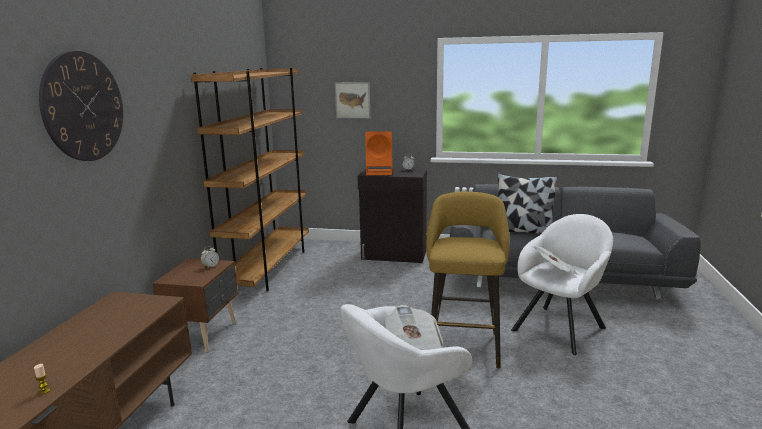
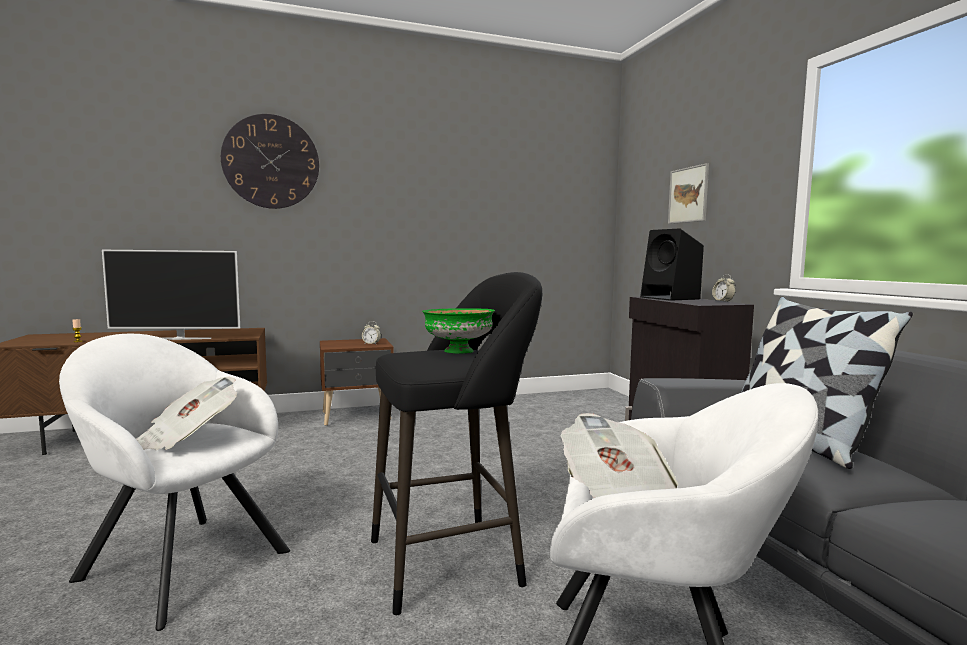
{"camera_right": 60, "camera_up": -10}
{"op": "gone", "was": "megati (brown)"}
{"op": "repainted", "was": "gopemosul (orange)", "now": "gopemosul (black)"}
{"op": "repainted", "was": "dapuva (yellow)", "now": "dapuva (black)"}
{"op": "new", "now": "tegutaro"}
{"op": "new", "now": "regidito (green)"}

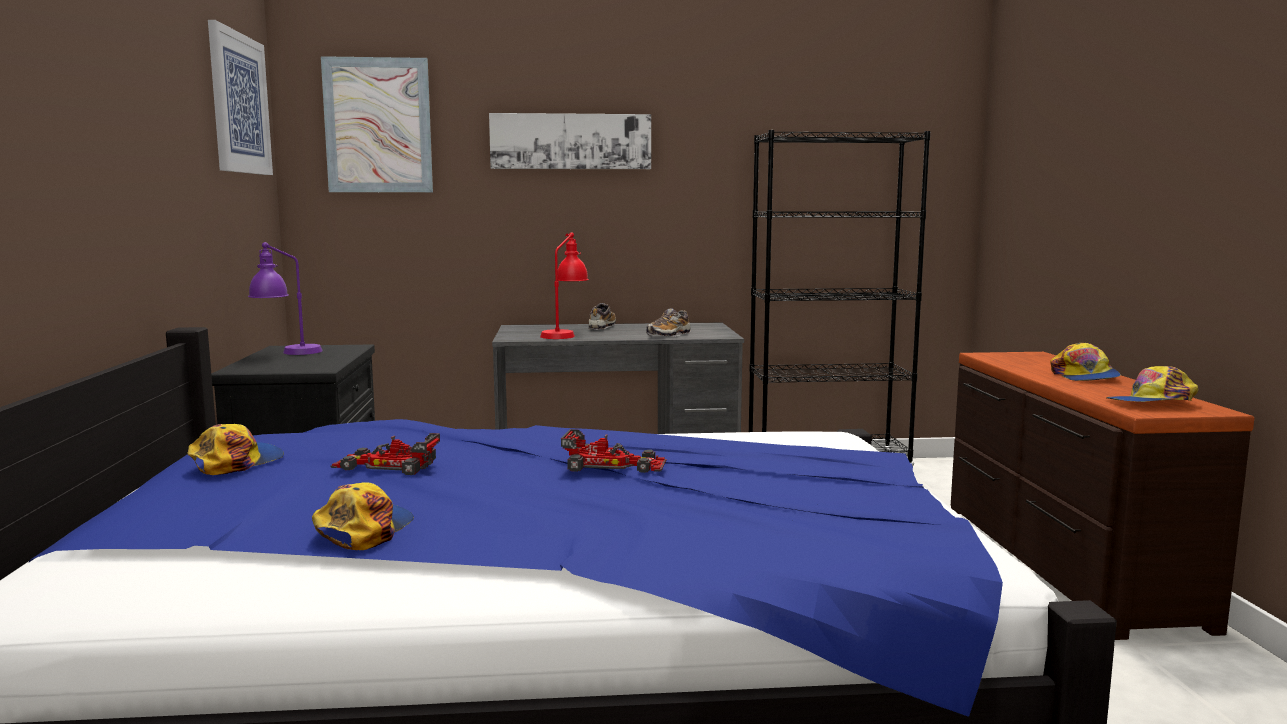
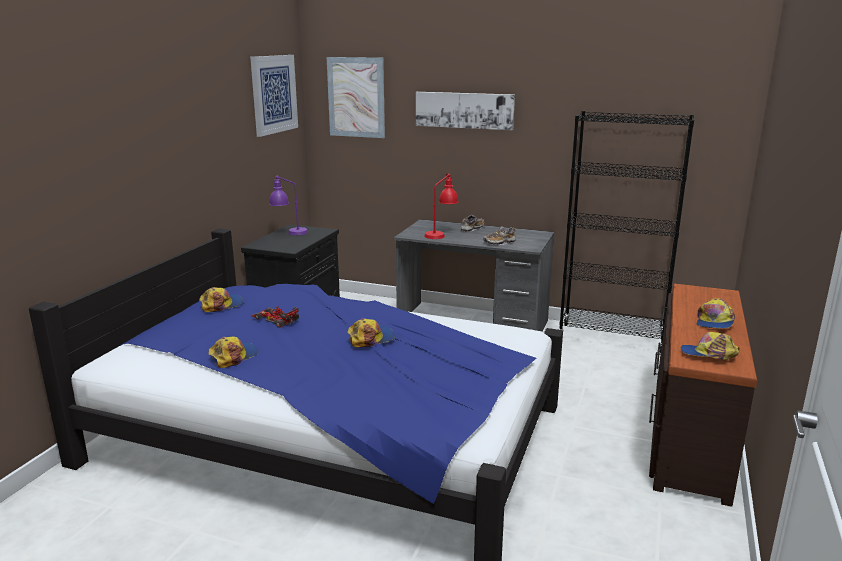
{"camera_right": 25, "camera_up": 10}
{"op": "swapped", "was": "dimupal (no. 2 from left)", "now": "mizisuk (no. 3 from left)"}

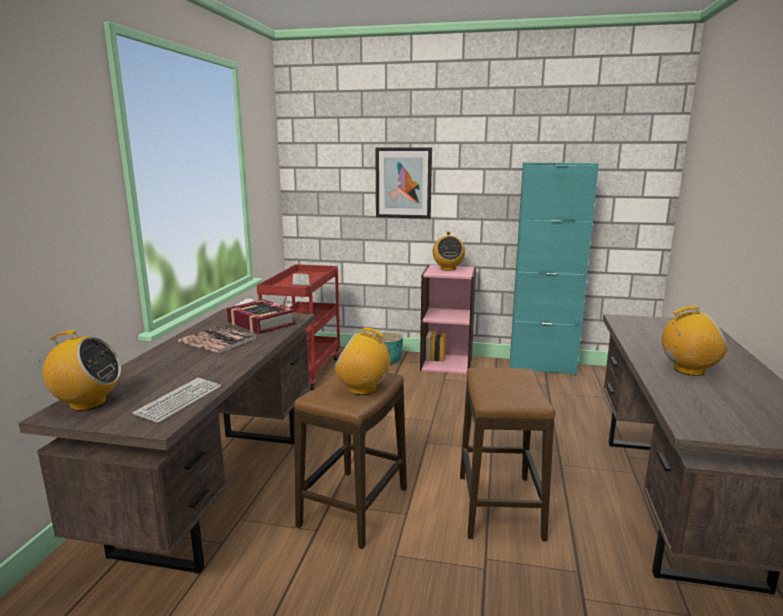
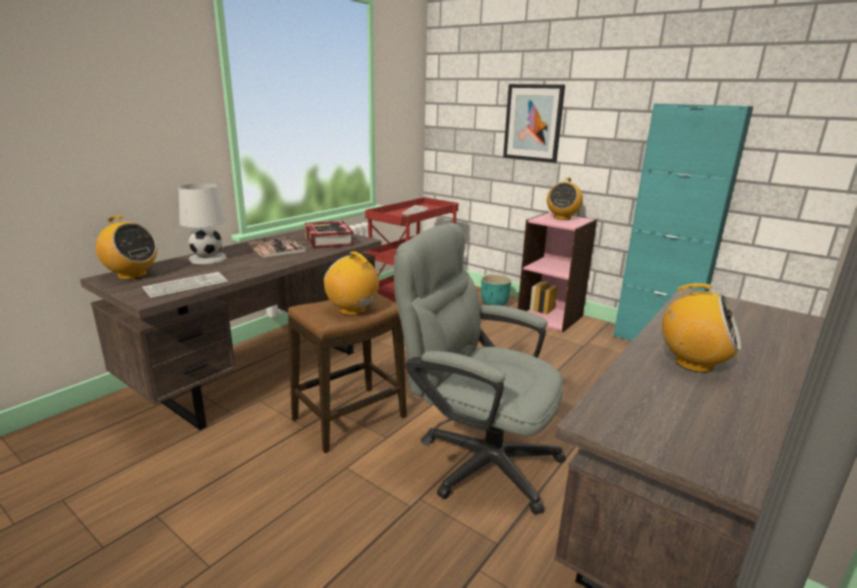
{"camera_right": 25, "camera_up": 5}
{"op": "swapped", "was": "dapuva (no. 2 from left)", "now": "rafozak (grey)"}
{"op": "new", "now": "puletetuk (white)"}

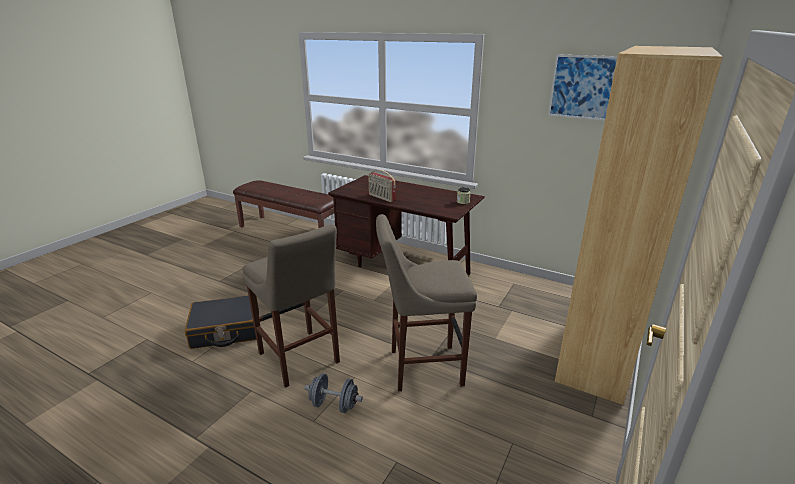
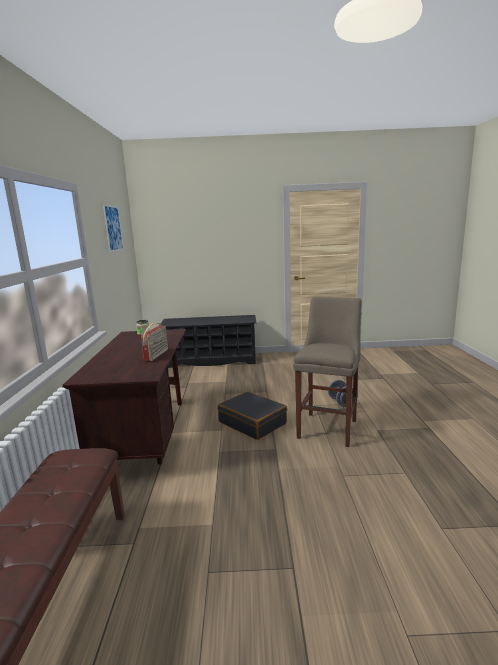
{"camera_right": -120, "camera_up": -10}
{"op": "swapped", "was": "megati (brown)", "now": "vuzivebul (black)"}
{"op": "gone", "was": "dapuva (beige) (no. 2 from left)"}
{"op": "shifted", "was": "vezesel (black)"}

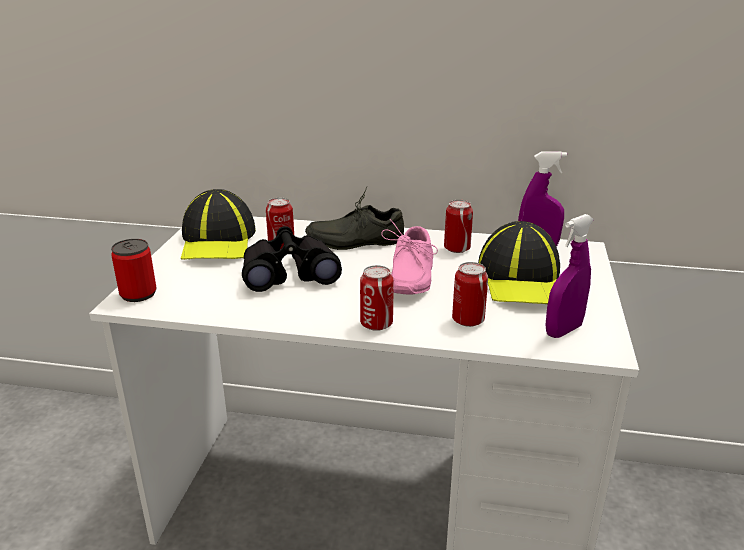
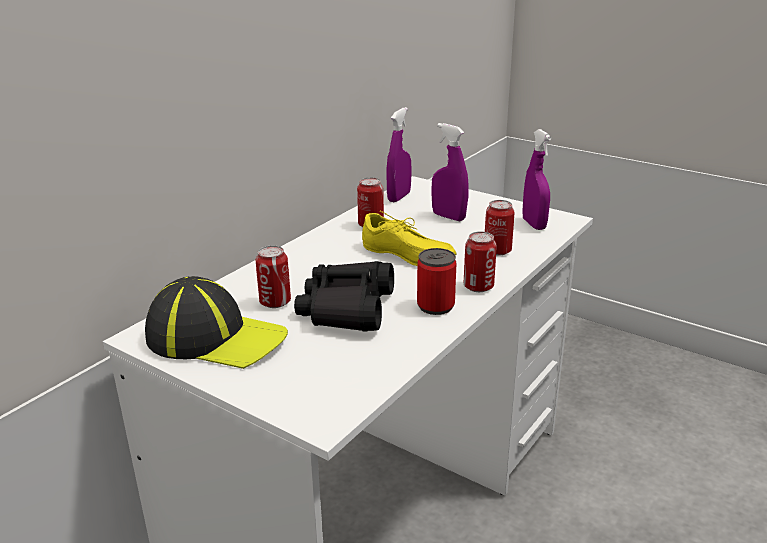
{"camera_right": -65, "camera_up": 0}
{"op": "gone", "was": "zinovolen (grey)"}
{"op": "repainted", "was": "zinovolen (pink)", "now": "zinovolen (yellow)"}
{"op": "swapped", "was": "mizisuk (no. 2 from left)", "now": "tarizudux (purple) (no. 2 from left)"}
{"op": "shifted", "was": "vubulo (no. 1 from left in the first image)", "now": "vubulo (no. 3 from left)"}

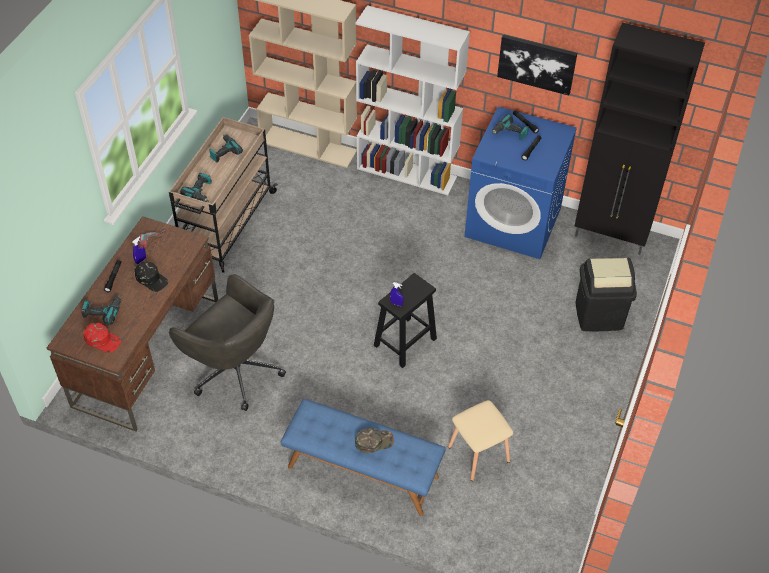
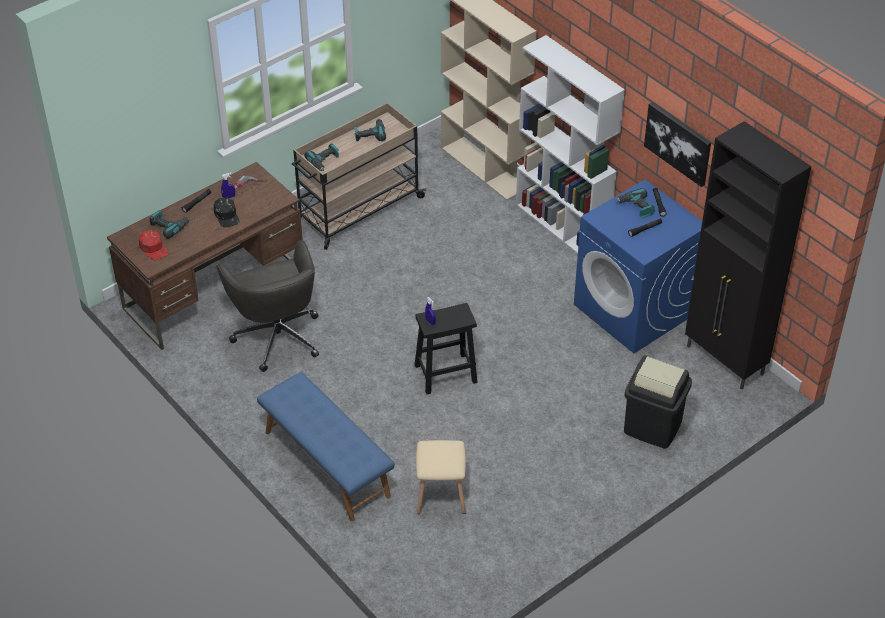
{"camera_right": 30, "camera_up": -5}
{"op": "gone", "was": "mizisuk (green)"}

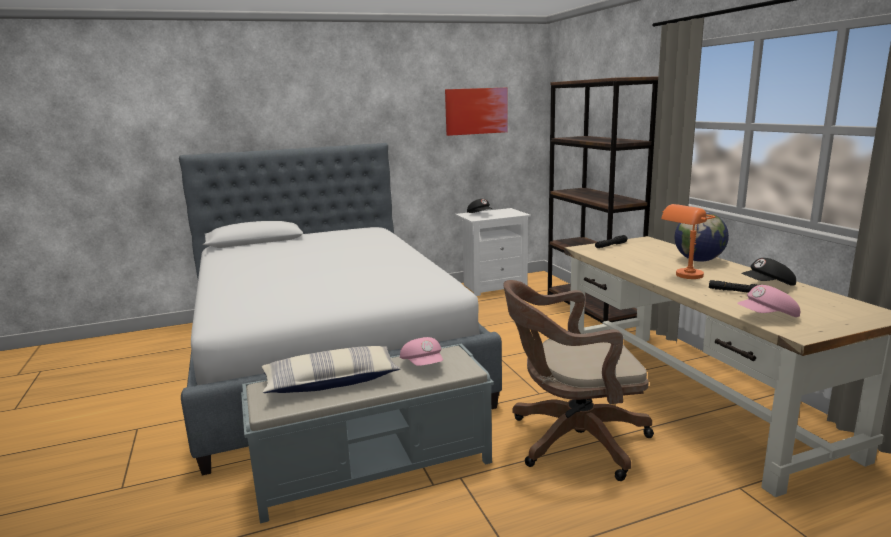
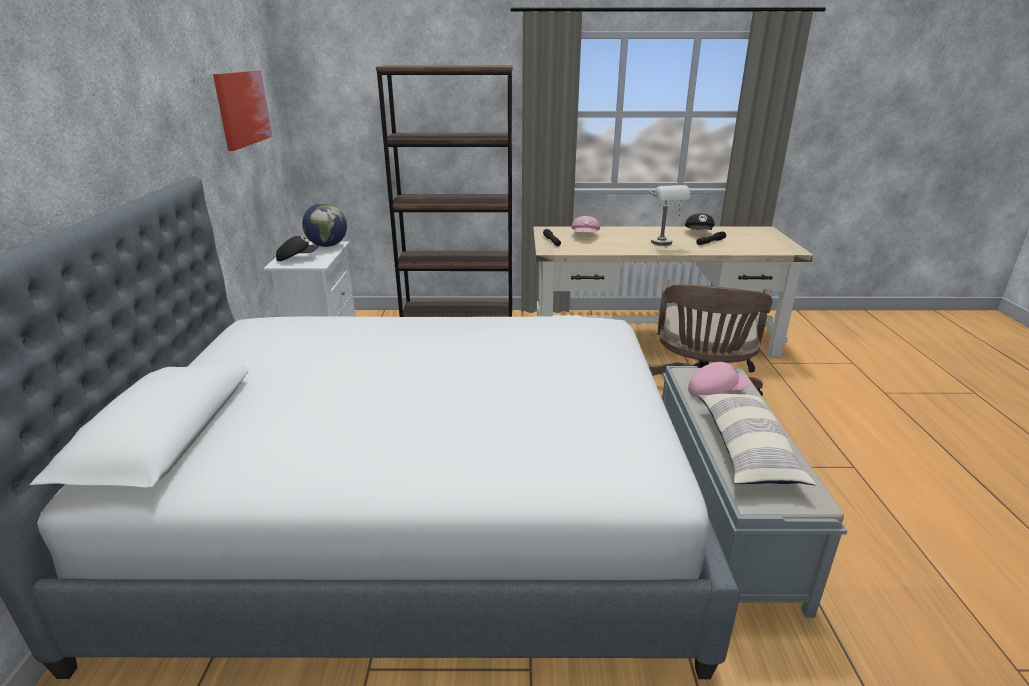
{"camera_right": -70, "camera_up": 10}
{"op": "repainted", "was": "puletetuk (orange)", "now": "puletetuk (grey)"}
{"op": "shifted", "was": "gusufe"}
{"op": "shifted", "was": "mizisuk (pink) (no. 2 from left in the first image)", "now": "mizisuk (pink) (no. 1 from left)"}

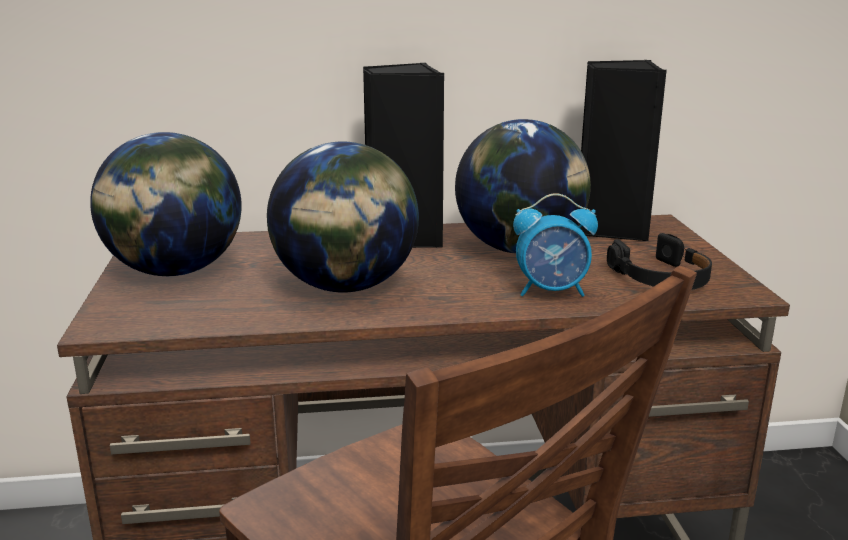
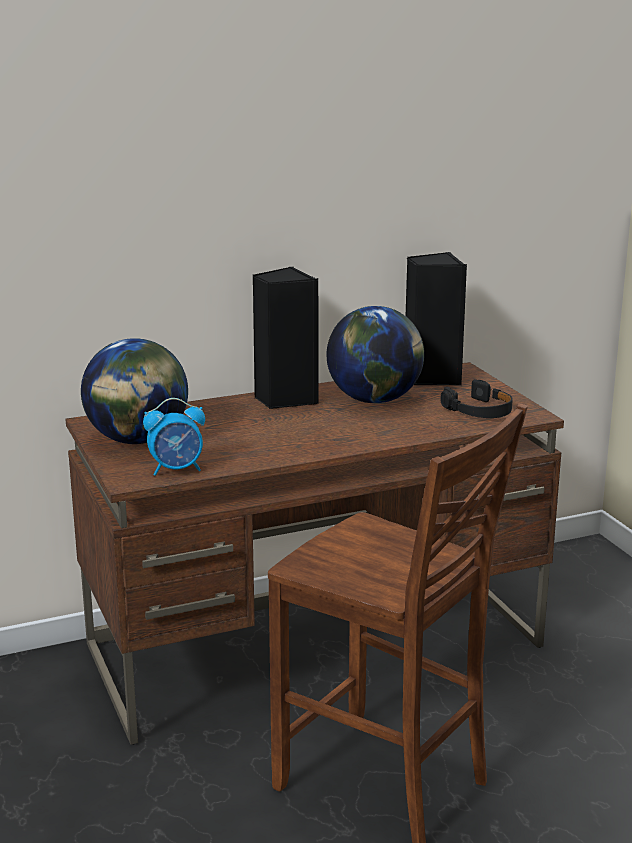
{"camera_right": -15, "camera_up": 0}
{"op": "gone", "was": "gusufe (no. 2 from left)"}
{"op": "shifted", "was": "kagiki"}

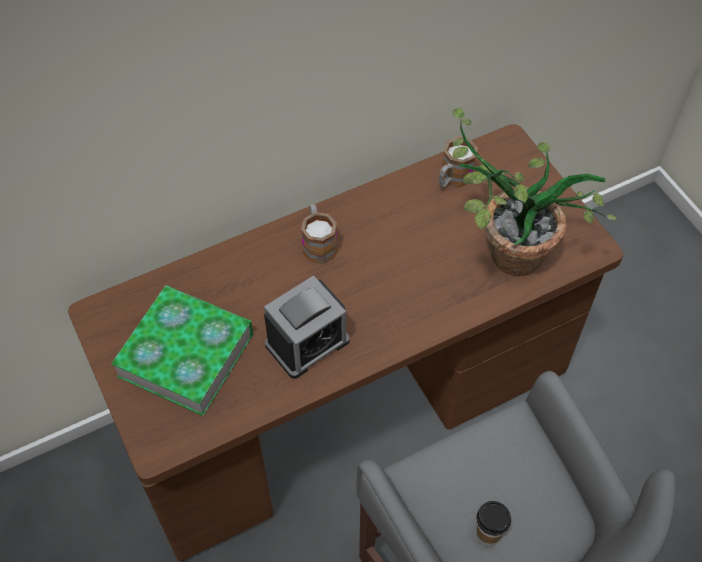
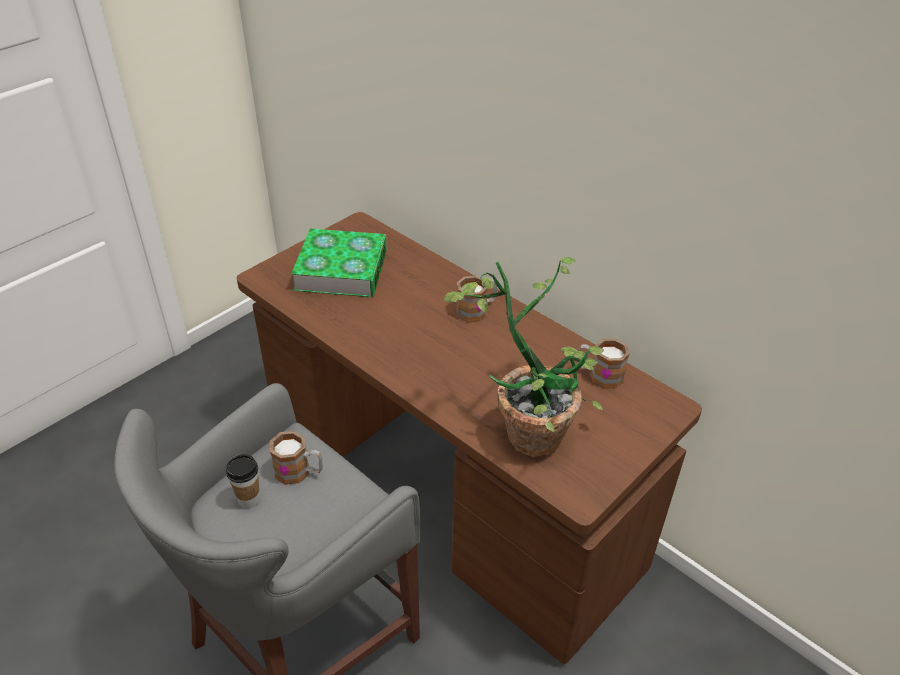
{"camera_right": 70, "camera_up": -15}
{"op": "gone", "was": "kagiki"}
{"op": "new", "now": "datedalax (no. 1 from left)"}

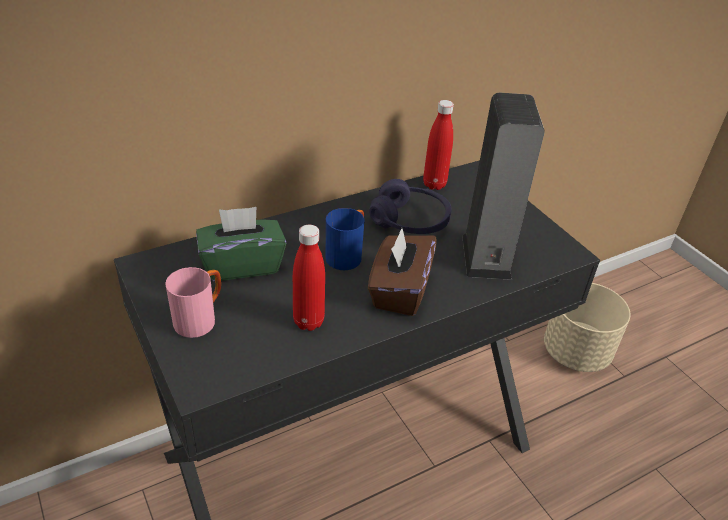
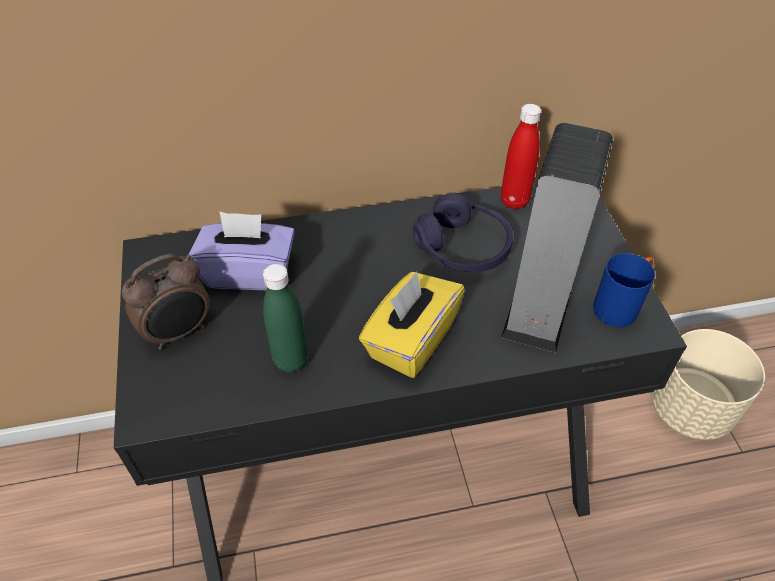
{"camera_right": 20, "camera_up": 10}
{"op": "repainted", "was": "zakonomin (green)", "now": "zakonomin (purple)"}
{"op": "shifted", "was": "datedalax (blue)"}
{"op": "repainted", "was": "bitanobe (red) (no. 1 from left)", "now": "bitanobe (green)"}
{"op": "repainted", "was": "zakonomin (brown)", "now": "zakonomin (yellow)"}
{"op": "swapped", "was": "datedalax (pink)", "now": "kagiki"}

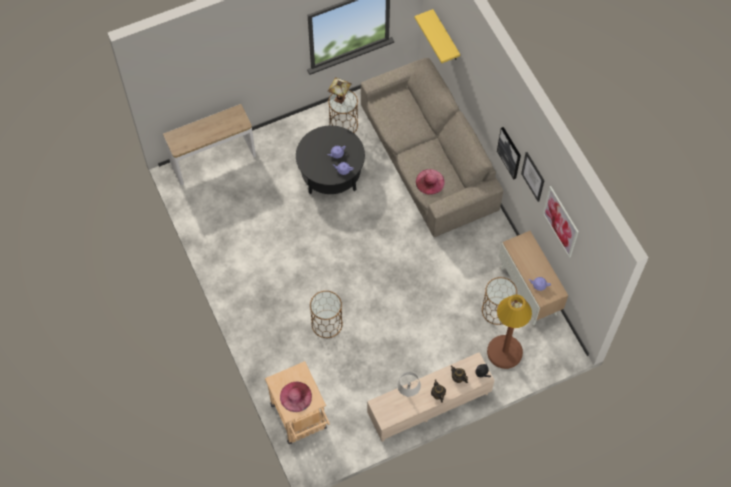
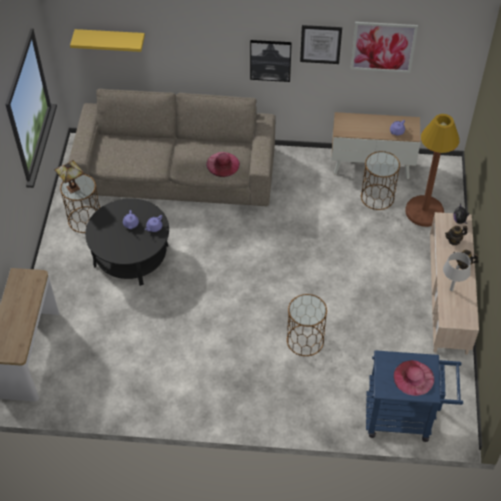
{"camera_right": -60, "camera_up": -10}
{"op": "repainted", "was": "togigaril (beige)", "now": "togigaril (blue)"}

